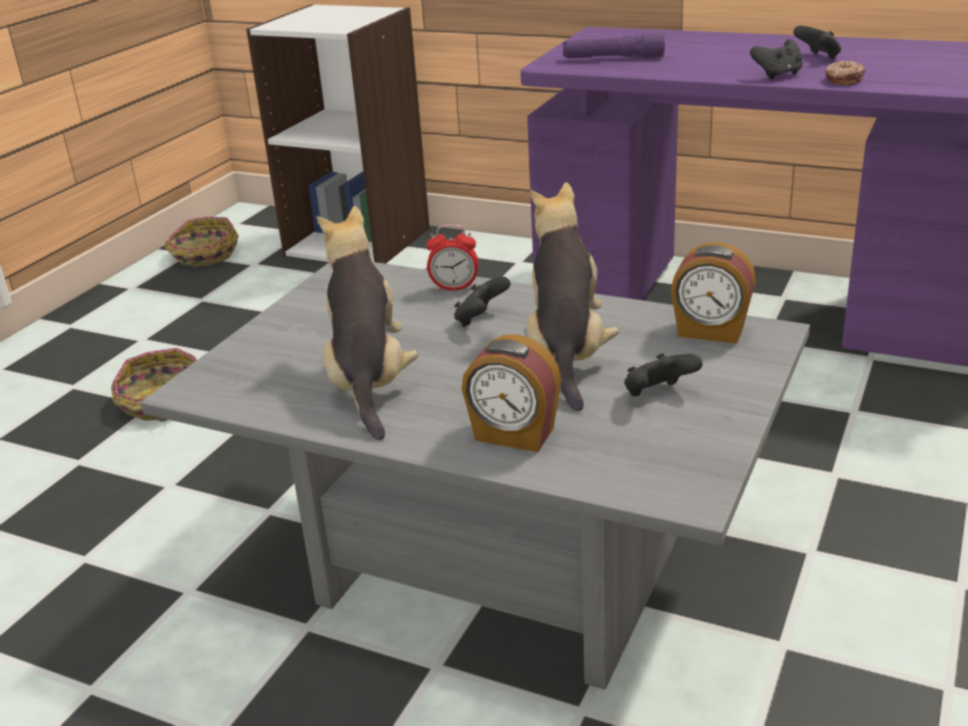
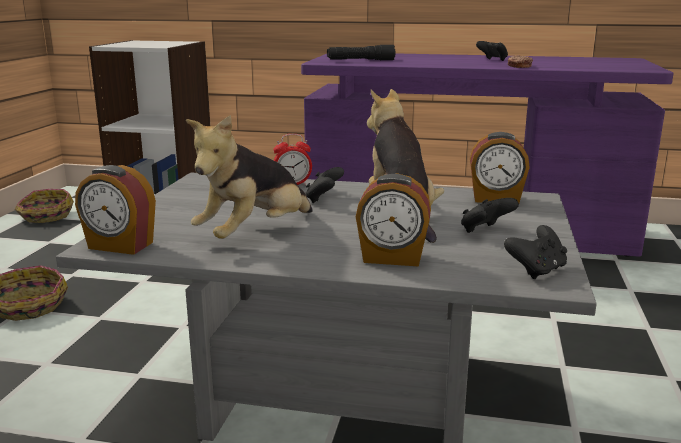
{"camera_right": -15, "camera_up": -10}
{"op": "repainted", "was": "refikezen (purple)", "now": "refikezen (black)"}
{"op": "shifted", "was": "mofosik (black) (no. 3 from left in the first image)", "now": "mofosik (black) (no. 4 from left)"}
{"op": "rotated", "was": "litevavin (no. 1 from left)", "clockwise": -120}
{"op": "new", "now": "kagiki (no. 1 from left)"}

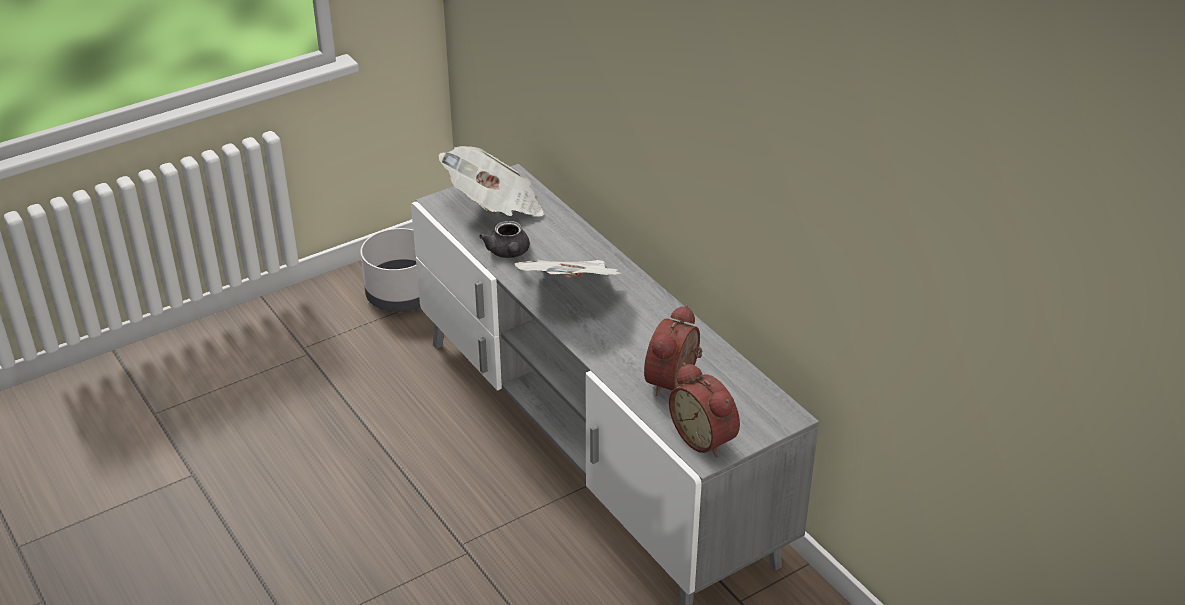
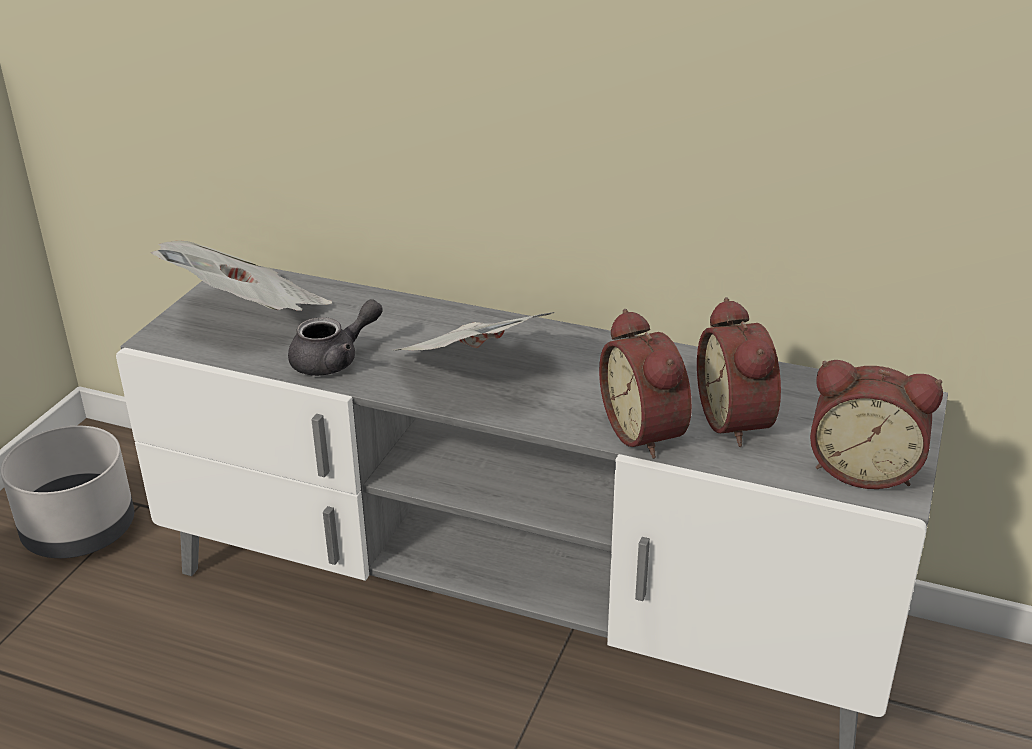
{"camera_right": -35, "camera_up": -5}
{"op": "rotated", "was": "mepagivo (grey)", "clockwise": -75}
{"op": "new", "now": "kagiki (no. 1 from left)"}

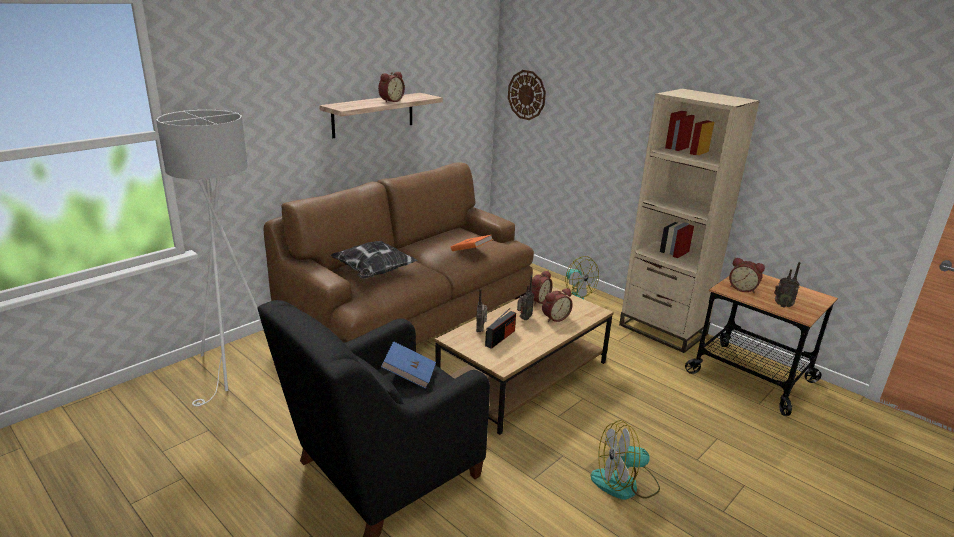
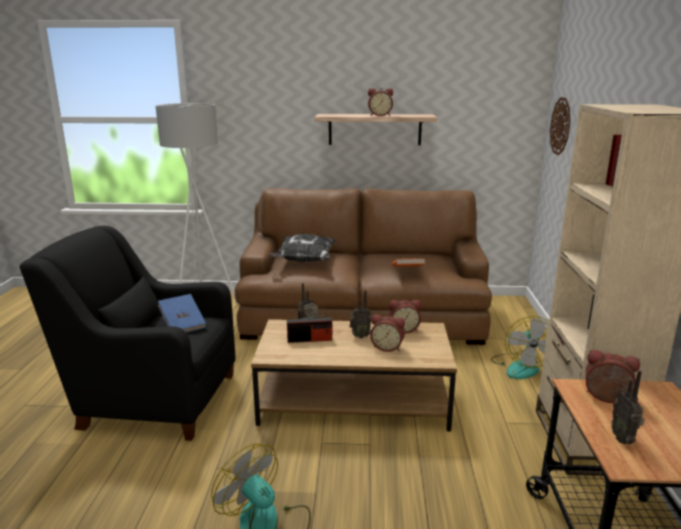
{"camera_right": 50, "camera_up": -5}
{"op": "rotated", "was": "kagiki (no. 4 from left)", "clockwise": 120}

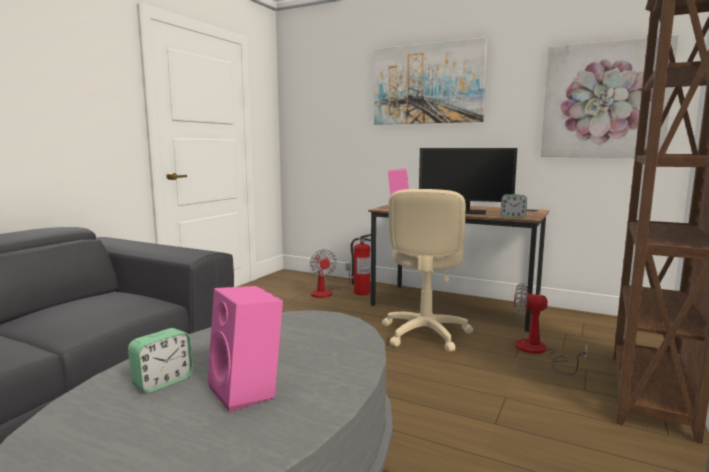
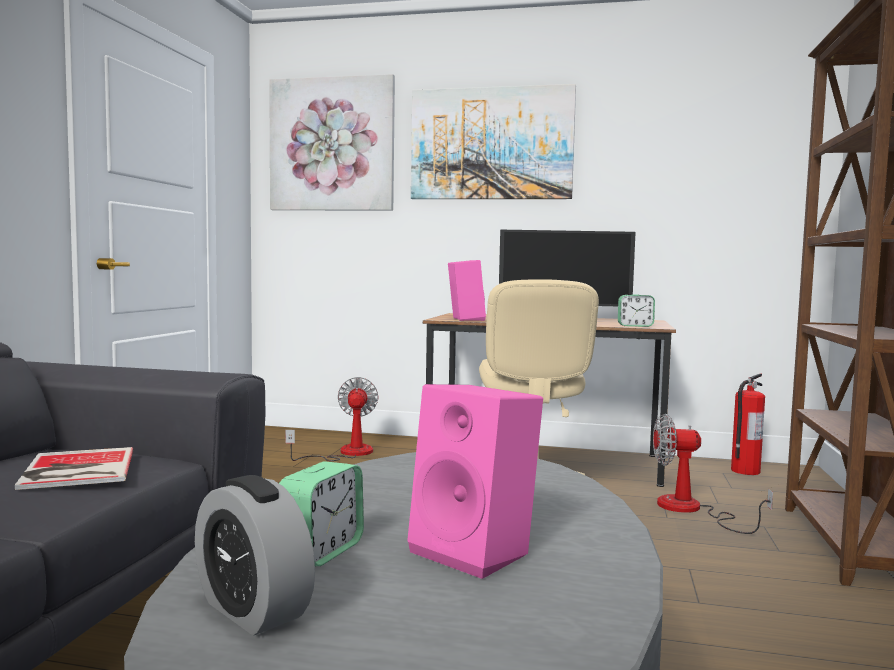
{"camera_right": -15, "camera_up": -5}
{"op": "shifted", "was": "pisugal (no. 2 from left in the first image)", "now": "pisugal (no. 1 from left)"}
{"op": "shifted", "was": "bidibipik"}
{"op": "rotated", "was": "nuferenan (no. 1 from left)", "clockwise": -150}
{"op": "new", "now": "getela"}
{"op": "new", "now": "kagiki (no. 1 from left)"}

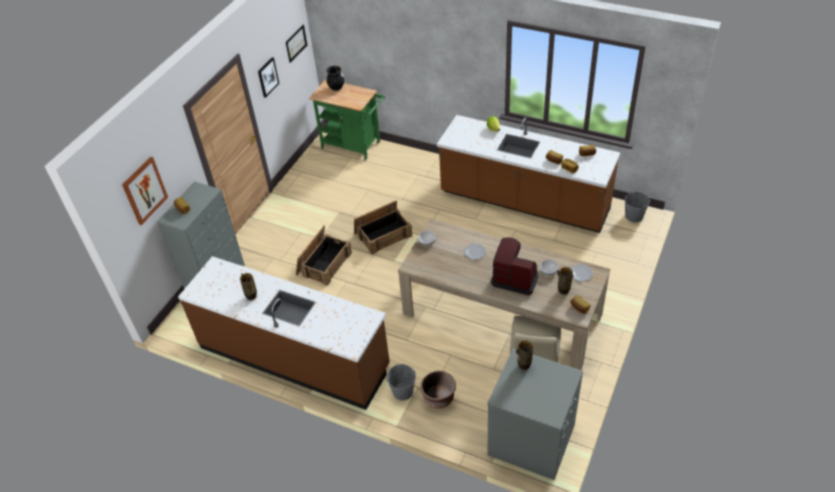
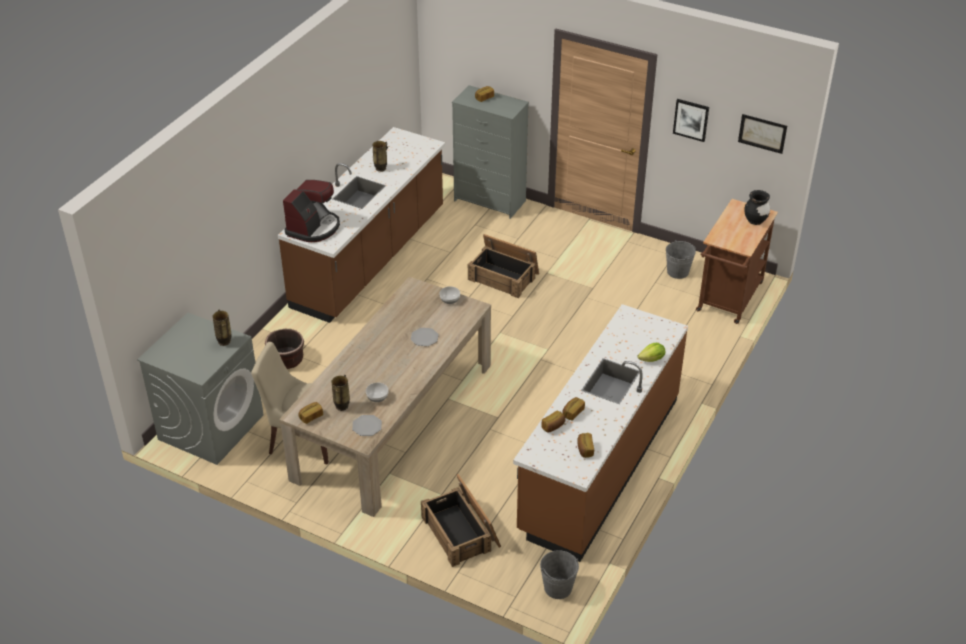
{"camera_right": 90, "camera_up": -5}
{"op": "repainted", "was": "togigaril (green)", "now": "togigaril (brown)"}
{"op": "gone", "was": "pisugal (no. 1 from left)"}
{"op": "shifted", "was": "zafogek (no. 2 from left in the first image)", "now": "zafogek (no. 1 from left)"}
{"op": "shifted", "was": "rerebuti"}
{"op": "shifted", "was": "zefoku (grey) (no. 1 from left in the first image)", "now": "zefoku (grey) (no. 2 from left)"}

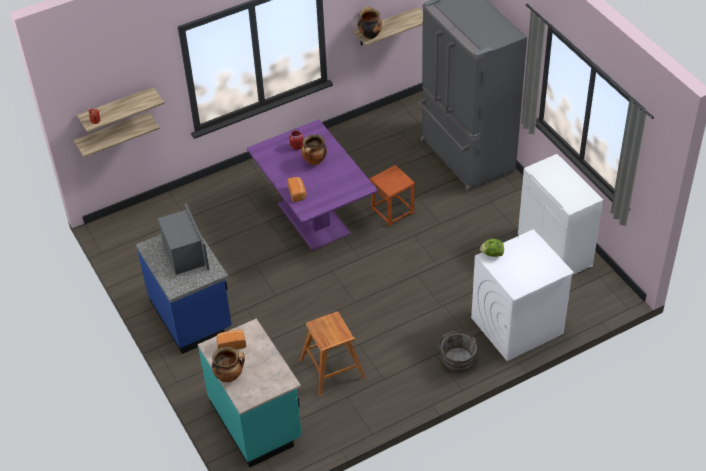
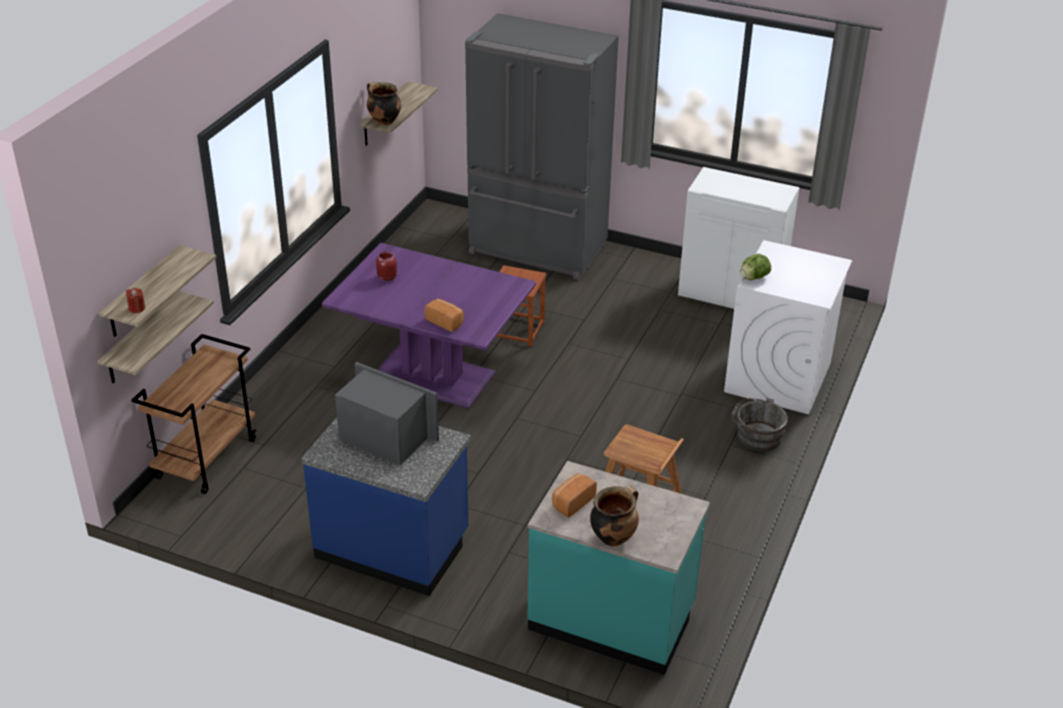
{"camera_right": -40, "camera_up": -10}
{"op": "gone", "was": "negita (no. 2 from left)"}
{"op": "new", "now": "togigaril (brown)"}

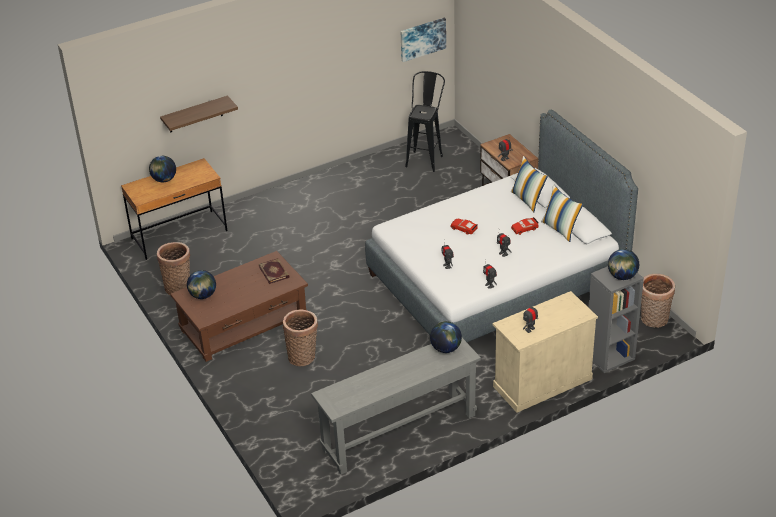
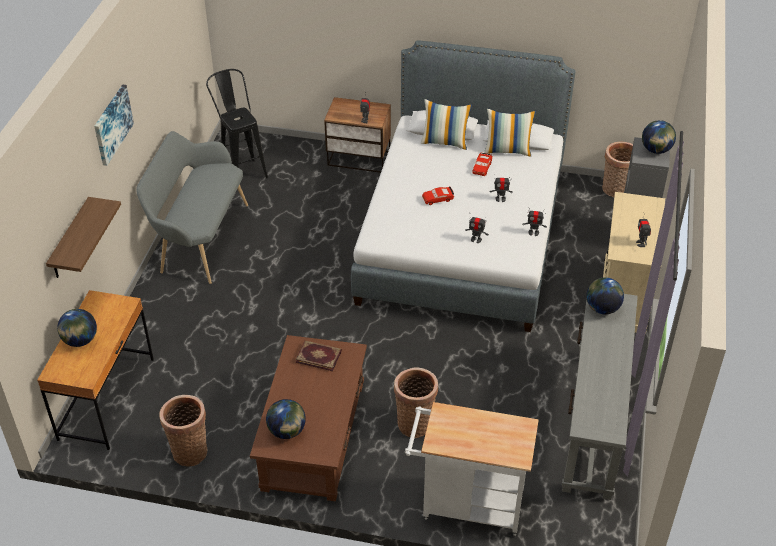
{"camera_right": -50, "camera_up": 5}
{"op": "shifted", "was": "pisugal"}
{"op": "new", "now": "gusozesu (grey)"}
{"op": "new", "now": "togigaril (white)"}

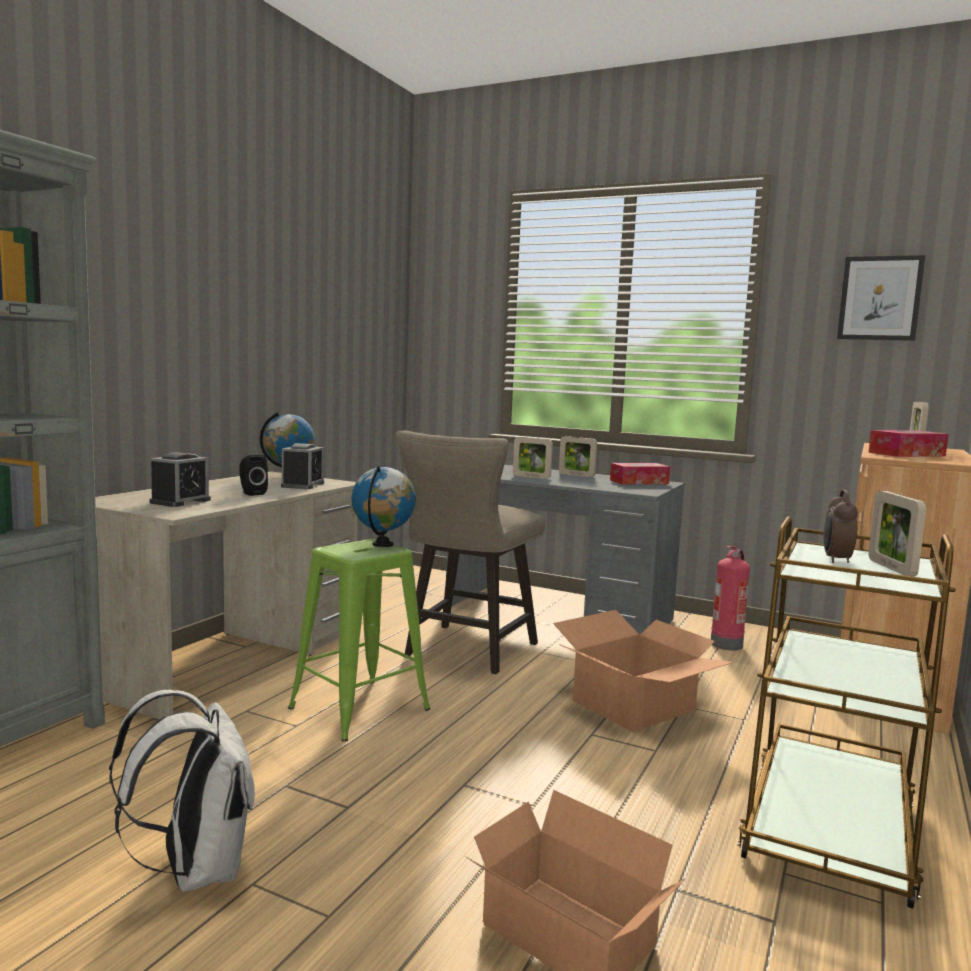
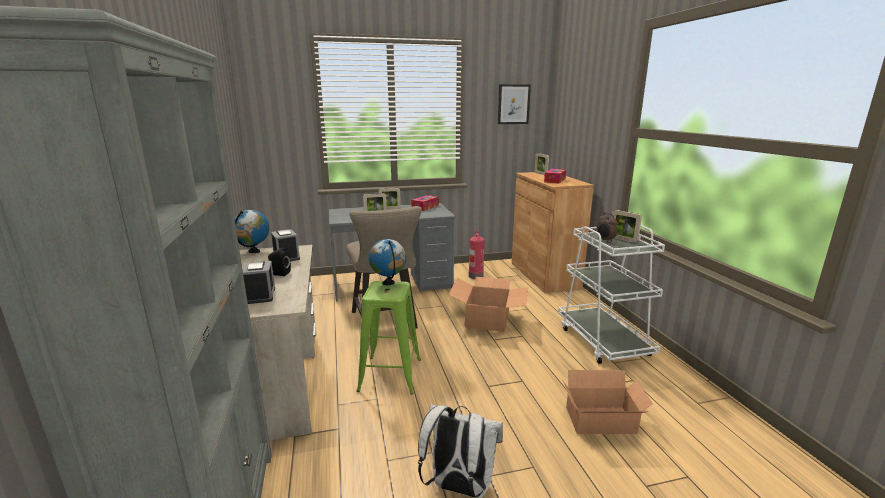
{"camera_right": -40, "camera_up": 10}
{"op": "repainted", "was": "togigaril (brown)", "now": "togigaril (white)"}

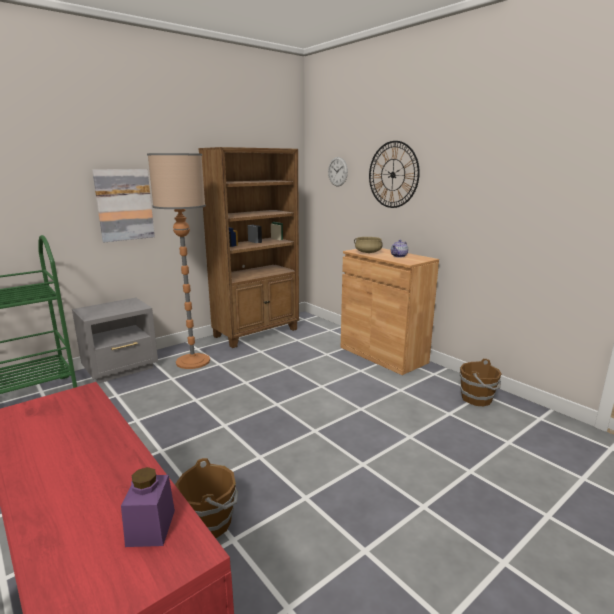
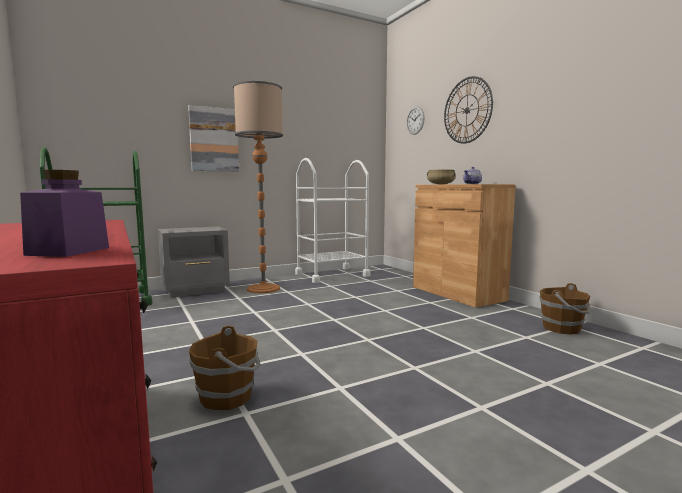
{"camera_right": 10, "camera_up": -10}
{"op": "swapped", "was": "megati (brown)", "now": "togigaril (white)"}

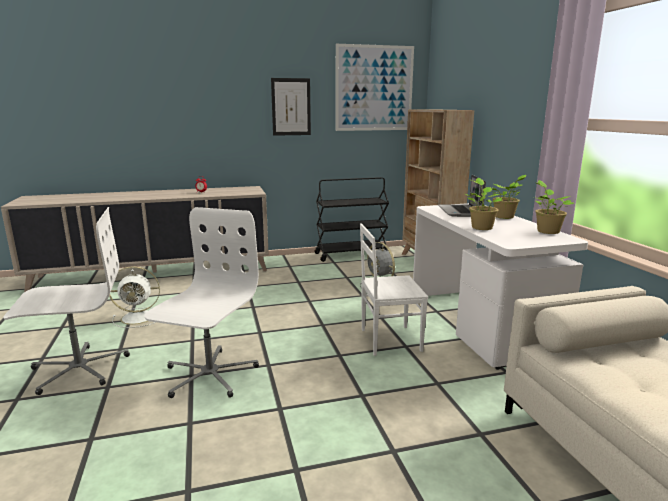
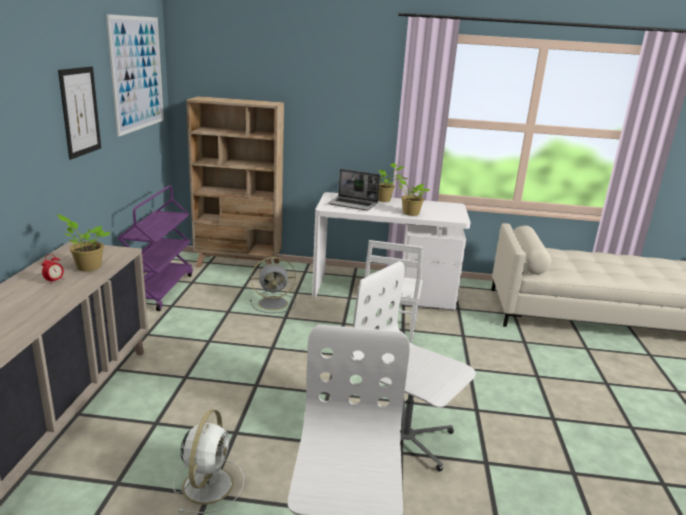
{"camera_right": -70, "camera_up": 5}
{"op": "repainted", "was": "togigaril (black)", "now": "togigaril (purple)"}
{"op": "shifted", "was": "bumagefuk (no. 3 from left in the first image)", "now": "bumagefuk (no. 1 from left)"}

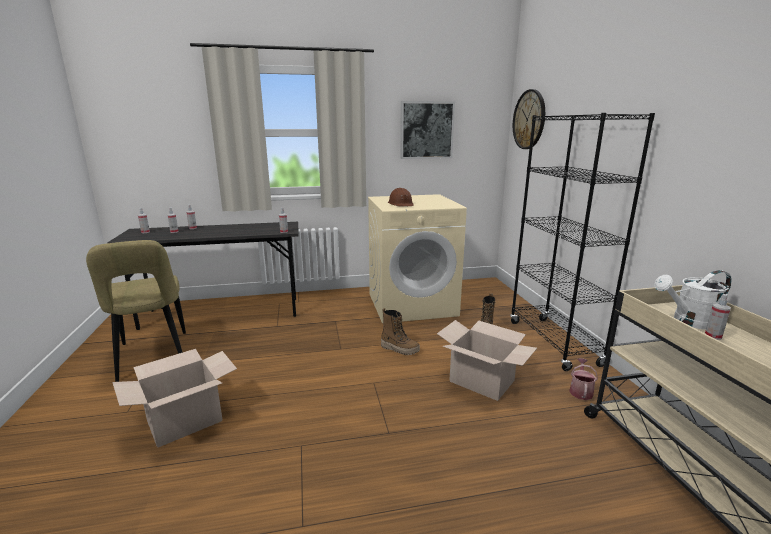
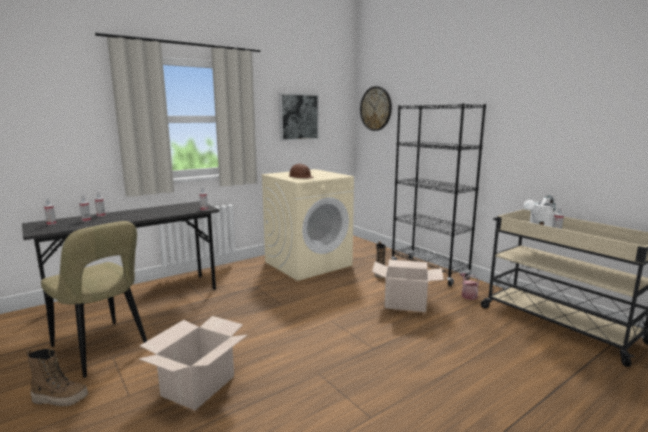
{"camera_right": -25, "camera_up": -5}
{"op": "shifted", "was": "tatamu (no. 1 from left)"}

